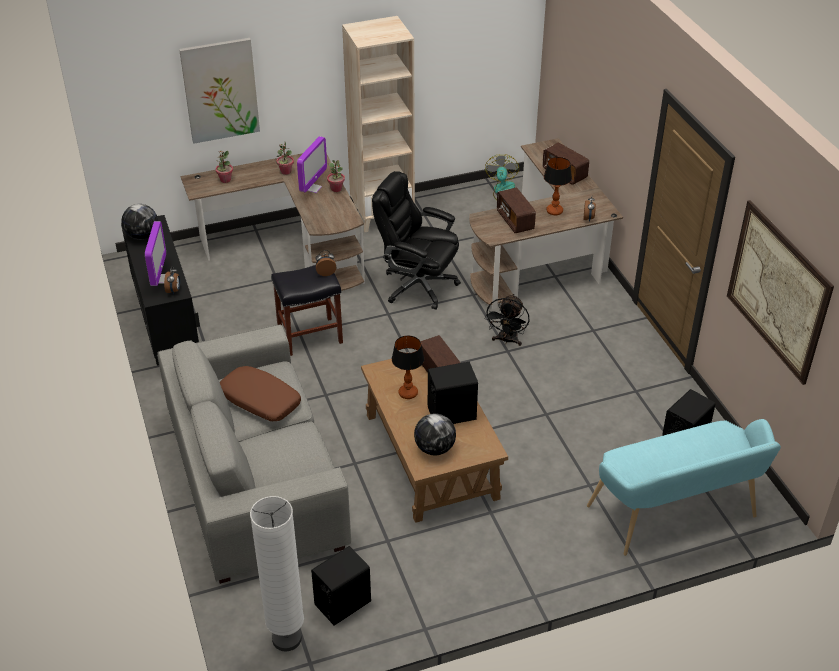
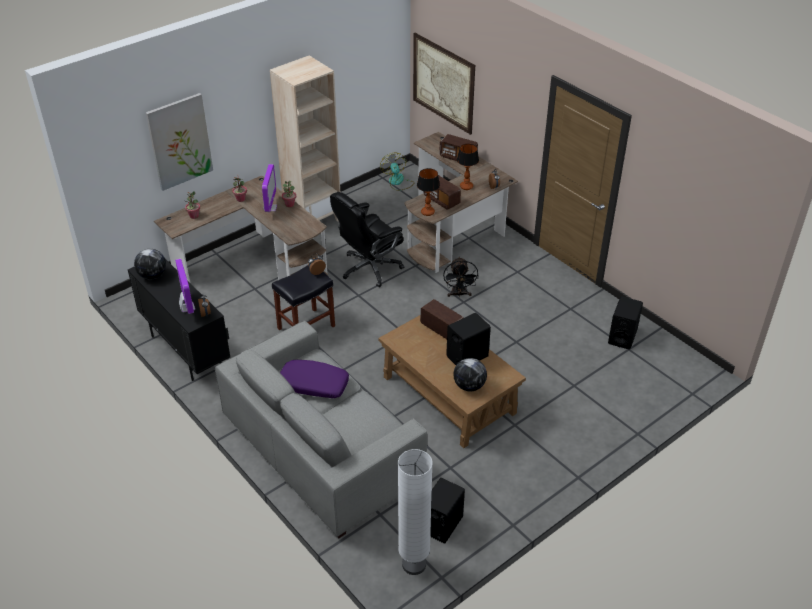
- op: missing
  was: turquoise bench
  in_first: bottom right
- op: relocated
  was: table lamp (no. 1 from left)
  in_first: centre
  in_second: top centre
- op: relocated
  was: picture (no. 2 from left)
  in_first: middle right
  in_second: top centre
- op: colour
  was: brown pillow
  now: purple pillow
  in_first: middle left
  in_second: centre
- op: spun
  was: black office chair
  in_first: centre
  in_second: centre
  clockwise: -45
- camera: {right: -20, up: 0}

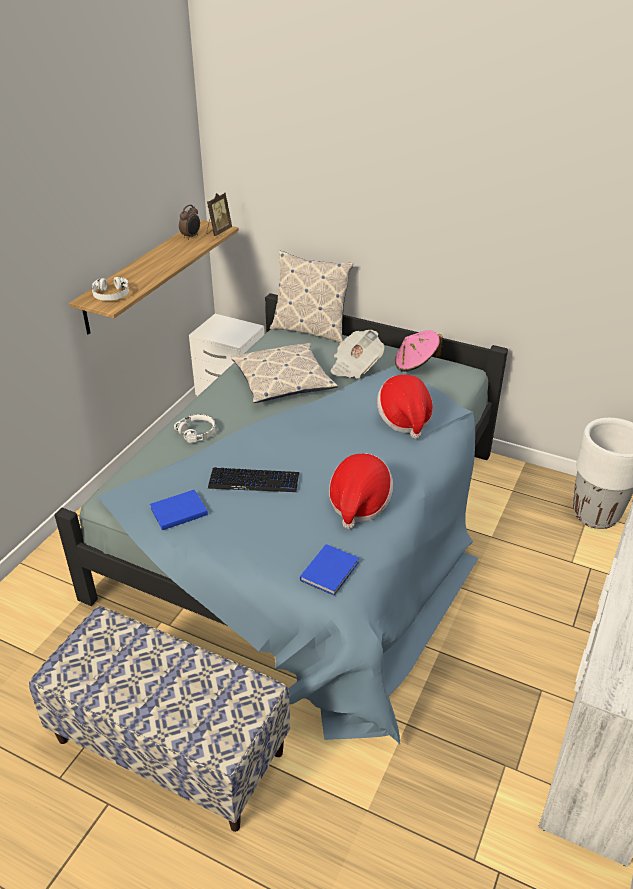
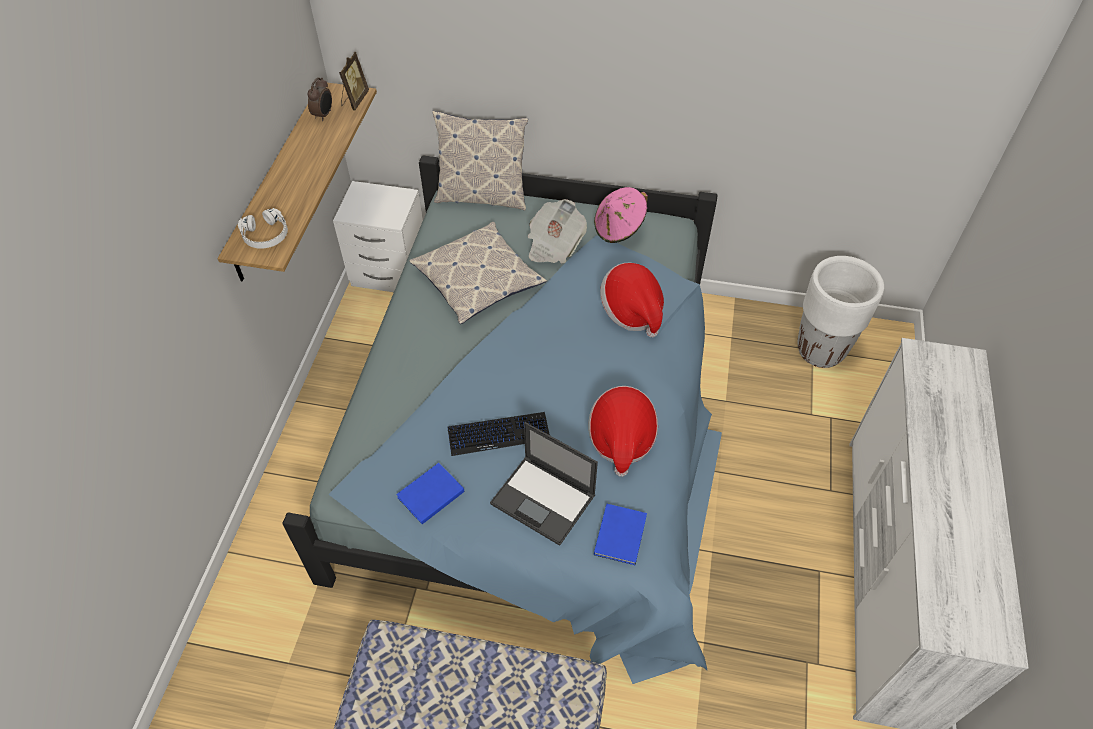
- op: missing
  was: white headphones (no. 2 from left)
  in_first: middle left
- op: appeared
  now: laptop
  in_second: centre
- camera: {right: -15, up: 15}

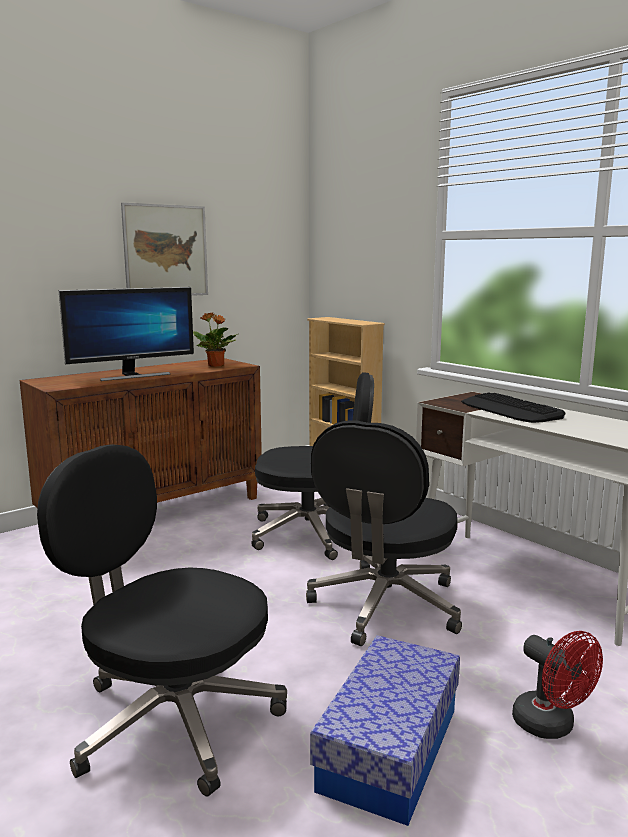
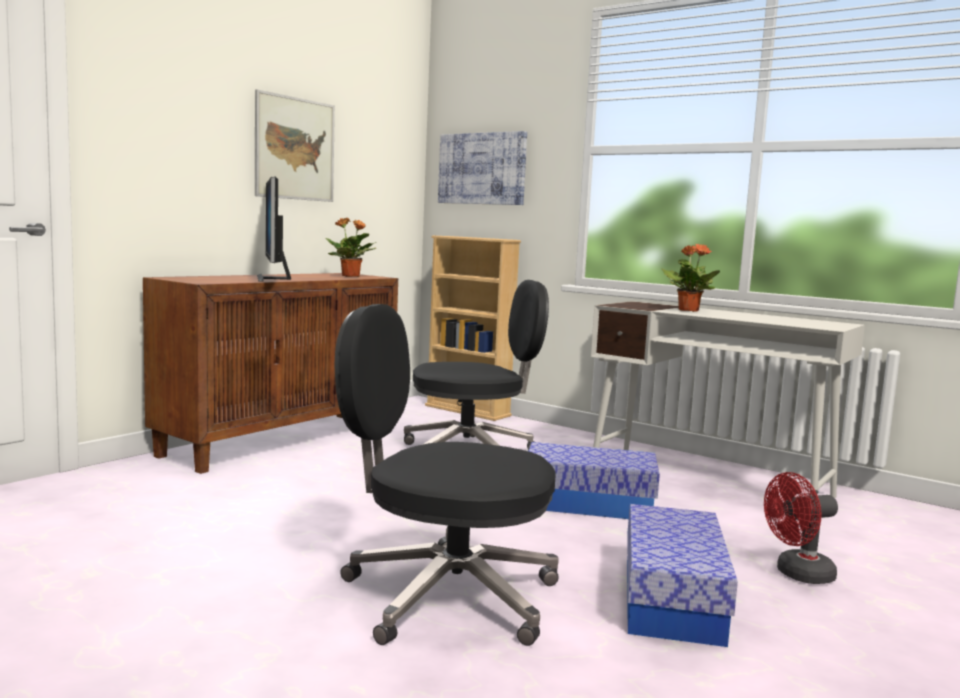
- op: appeared
  now: picture (no. 2 from left)
  in_second: top centre
- op: exchanged
  was: black office chair (no. 3 from left)
  now: storage box (no. 1 from left)
  in_first: centre
  in_second: bottom centre
- op: exchanged
  was: keyboard
  now: potted plant (no. 2 from left)
  in_first: middle right
  in_second: middle right
- op: spun
  was: monitor
  in_first: middle left
  in_second: top left
  clockwise: 120
- op: spun
  was: red fan
  in_first: bottom right
  in_second: bottom right
  clockwise: 120
- camera: {right: -15, up: -5}

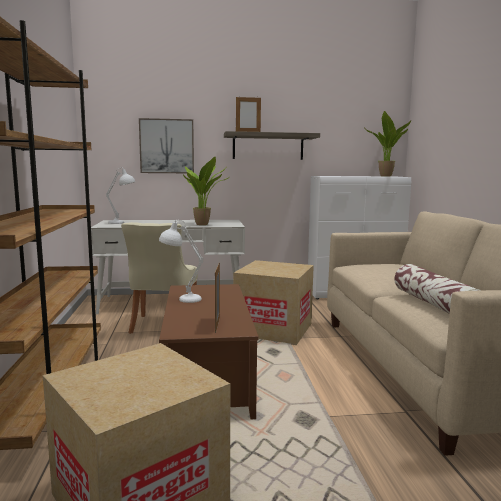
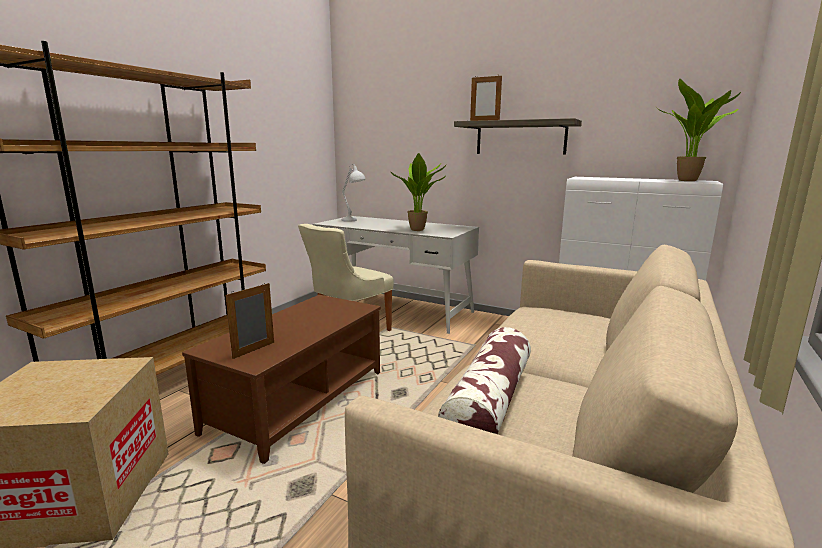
- op: missing
  was: picture
  in_first: top left
- op: missing
  was: white table lamp (no. 2 from left)
  in_first: centre
- op: missing
  was: cardboard box (no. 2 from left)
  in_first: centre
- camera: {right: 35, up: 5}

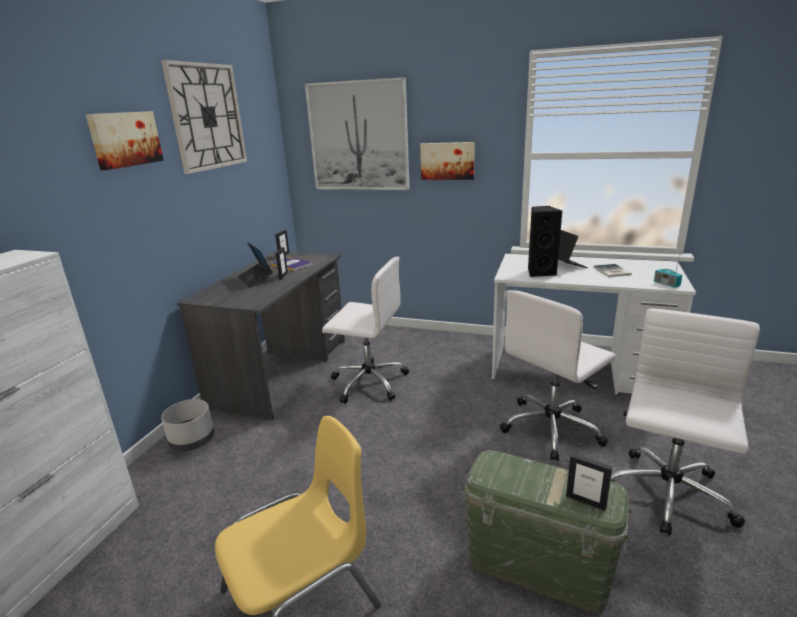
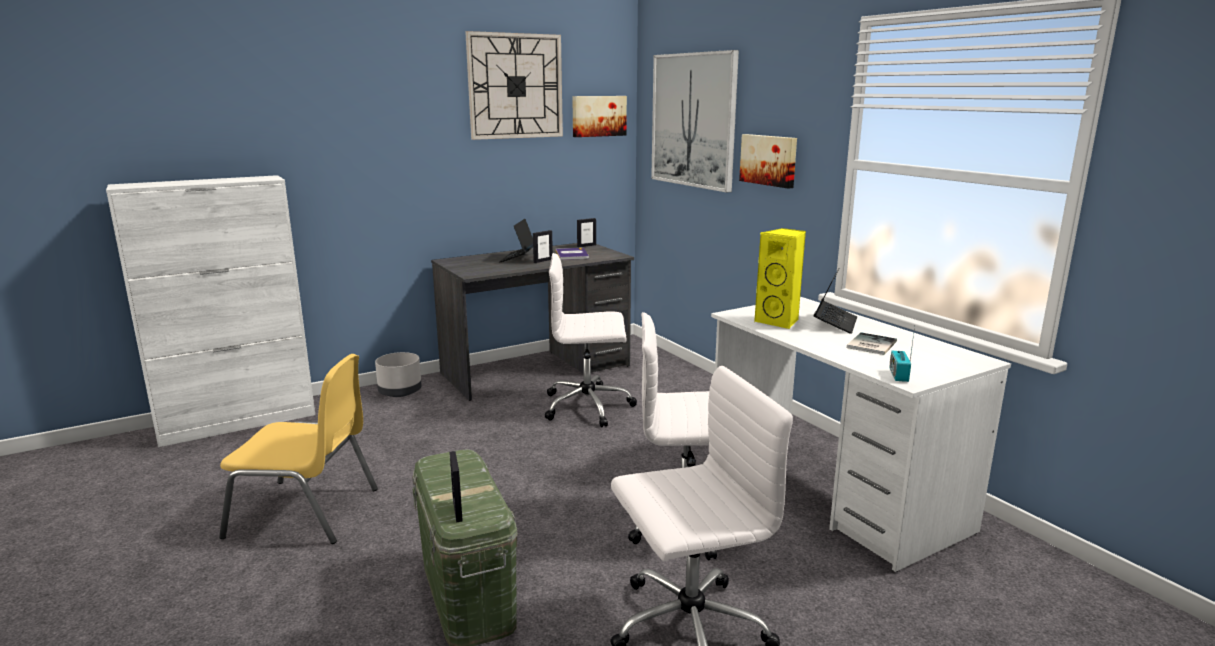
- op: relocated
  was: picture (no. 1 from left)
  in_first: top left
  in_second: top centre
- op: colour
  was: black speaker
  now: yellow speaker
  in_first: middle right
  in_second: centre
- op: spun
  was: white office chair (no. 1 from left)
  in_first: centre
  in_second: centre
  clockwise: 120
- camera: {right: 40, up: -5}

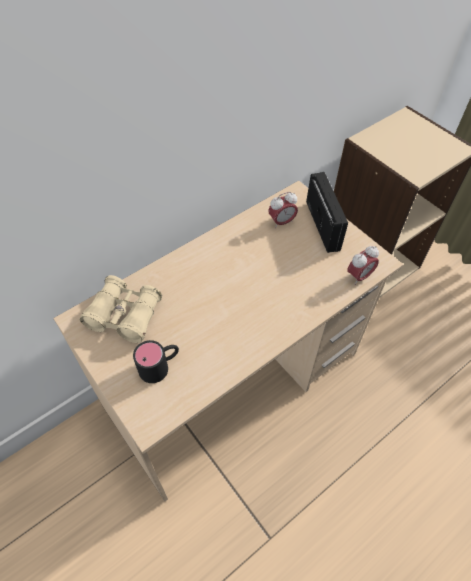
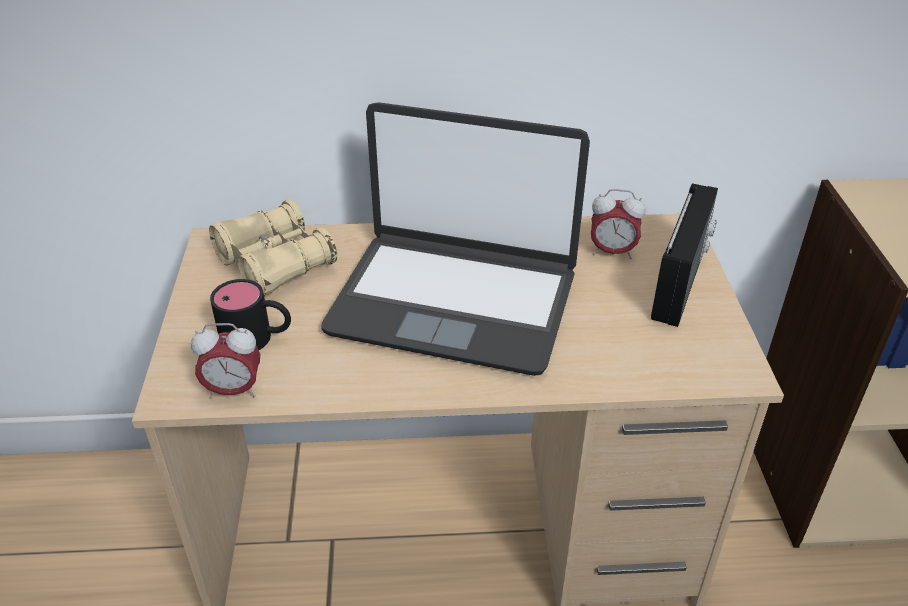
- op: appeared
  now: laptop
  in_second: centre
- op: relocated
  was: alarm clock (no. 2 from left in the first image)
  now: alarm clock (no. 1 from left)
  in_first: middle right
  in_second: middle left
- camera: {right: 35, up: -15}

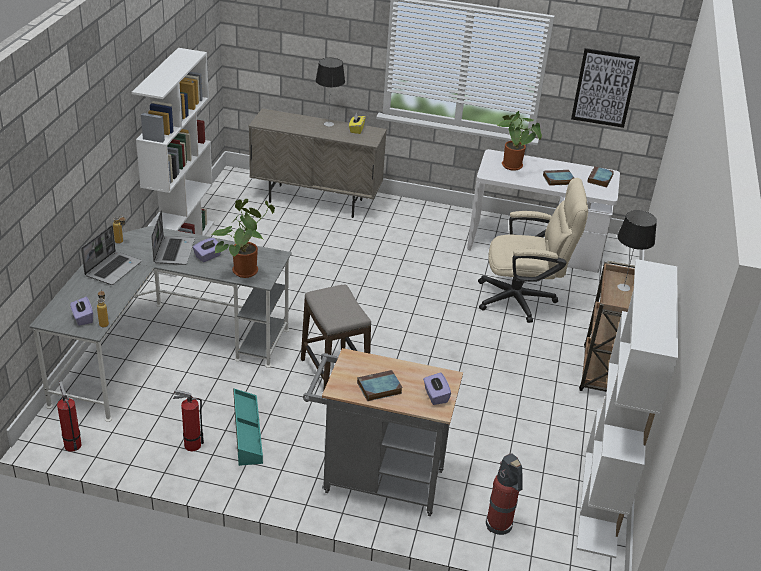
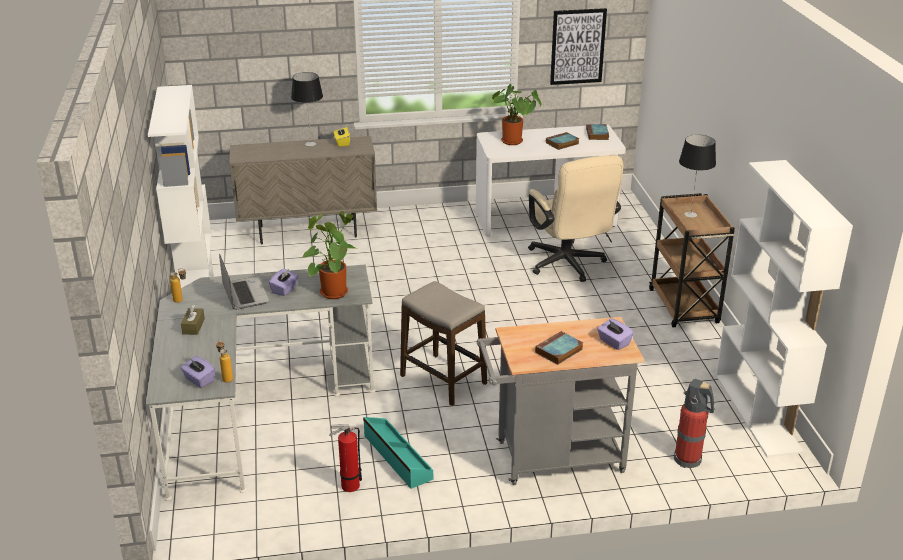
- op: missing
  was: fire extinguisher (no. 1 from left)
  in_first: bottom left
- op: exchanged
  was: laptop (no. 1 from left)
  now: brown tissue box
  in_first: middle left
  in_second: middle left
- op: spun
  was: beige office chair
  in_first: middle right
  in_second: centre
  clockwise: 90
- camera: {right: -20, up: -5}

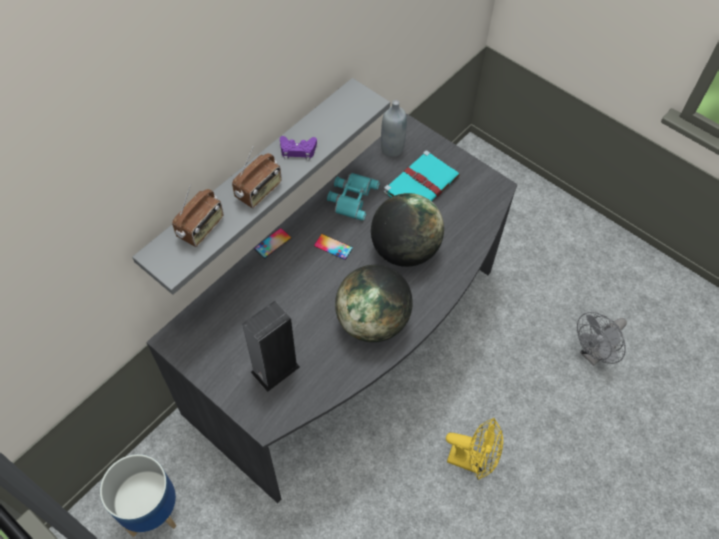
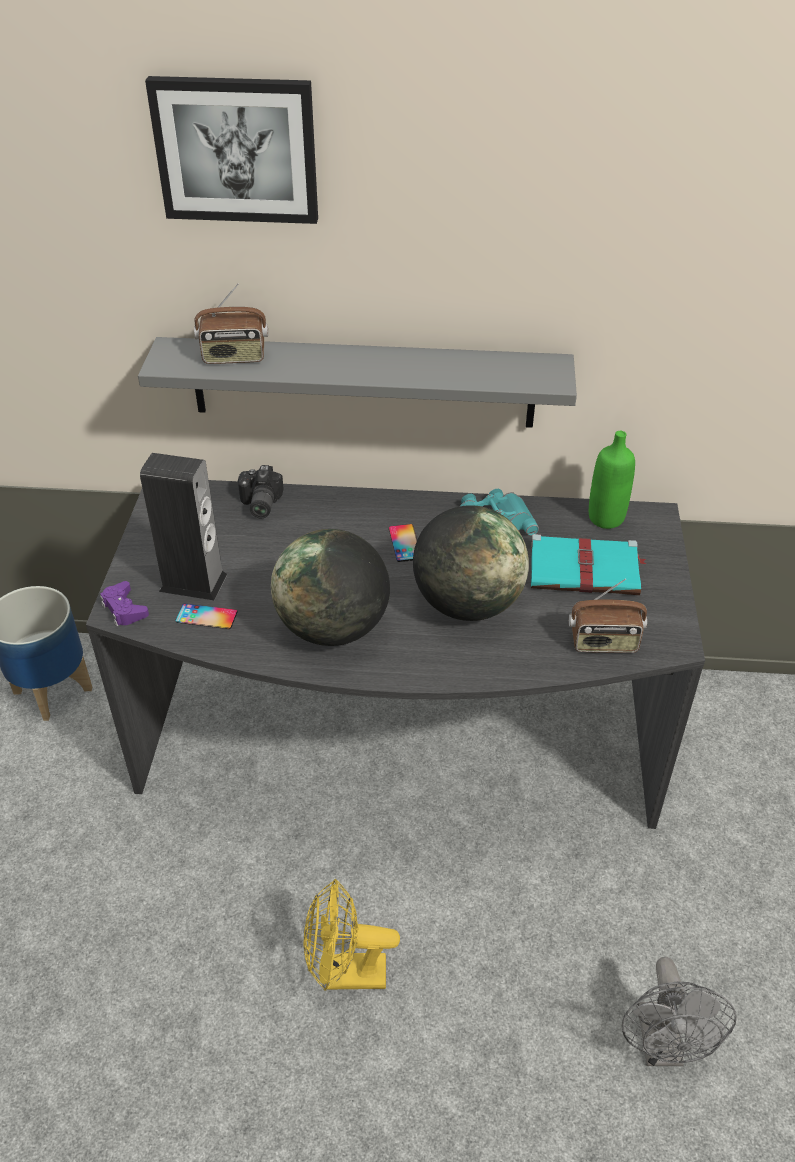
- op: appeared
  now: picture
  in_second: top left
- op: appeared
  now: photo camera
  in_second: middle left
- op: relocated
  was: radio (no. 2 from left)
  in_first: top centre
  in_second: middle right
- op: relocated
  was: phone (no. 1 from left)
  in_first: centre
  in_second: middle left
- op: relocated
  was: purple game controller
  in_first: top centre
  in_second: middle left
- op: colour
  was: grey bottle
  now: green bottle
  in_first: top centre
  in_second: middle right
- op: spun
  was: yellow fan
  in_first: bottom centre
  in_second: bottom centre
  clockwise: 105
- op: spun
  was: grey fan
  in_first: middle right
  in_second: bottom right
  clockwise: -105
- camera: {right: 55, up: -15}

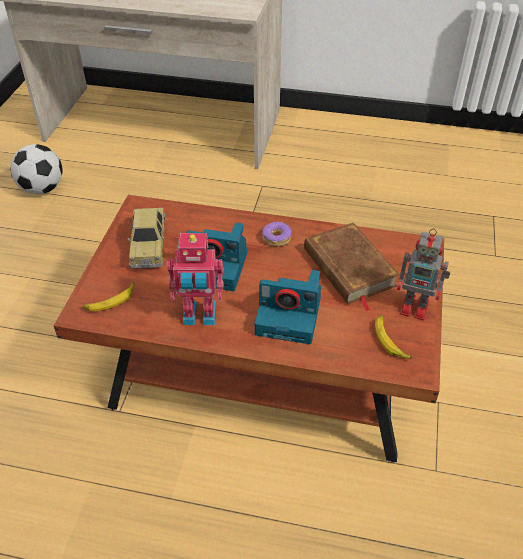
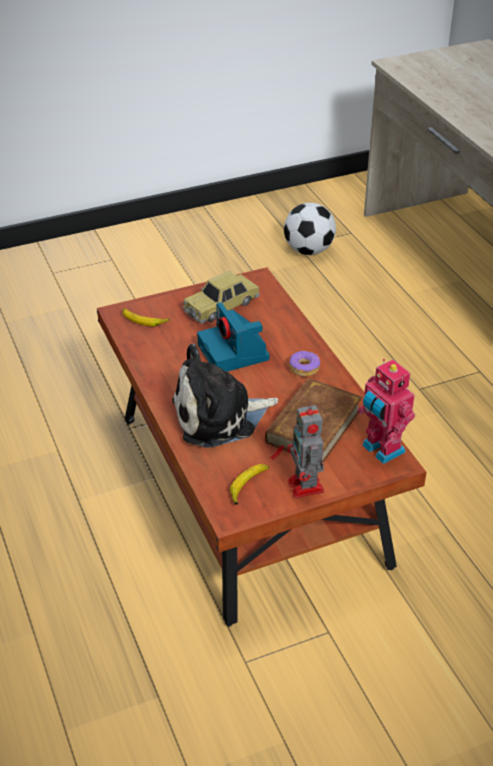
- op: relocated
  was: toy robot (no. 1 from left in the first image)
  now: toy robot (no. 2 from left)
  in_first: centre
  in_second: middle right
- op: exchanged
  was: photo camera (no. 2 from left)
  now: plush toy
  in_first: centre
  in_second: centre
- camera: {right: 55, up: -5}

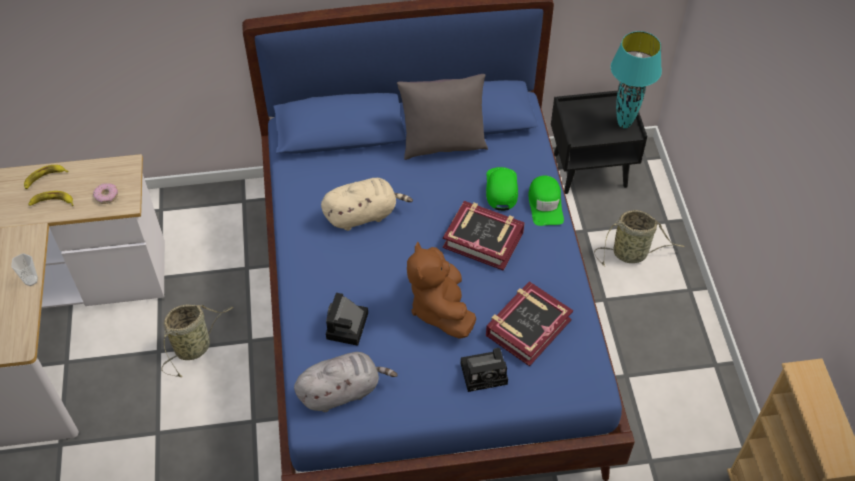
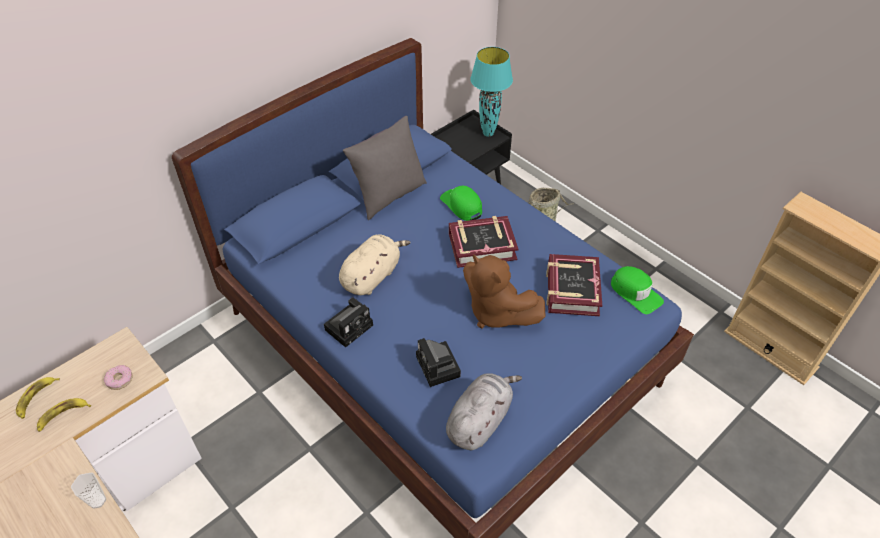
- op: missing
  was: basket (no. 1 from left)
  in_first: bottom left
- op: relocated
  was: photo camera (no. 2 from left in the first image)
  now: photo camera (no. 1 from left)
  in_first: bottom centre
  in_second: centre
- op: relocated
  was: green cap (no. 2 from left)
  in_first: centre
  in_second: middle right
- camera: {right: -35, up: -5}

